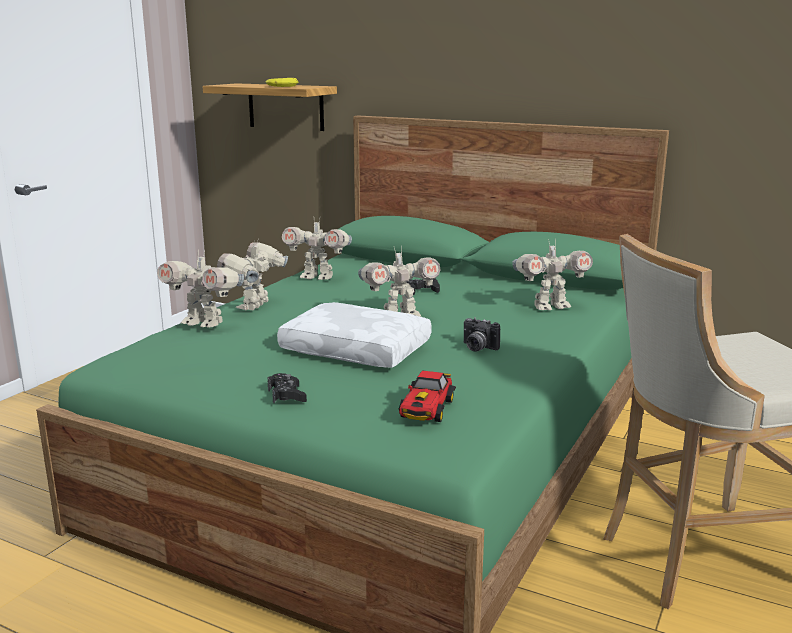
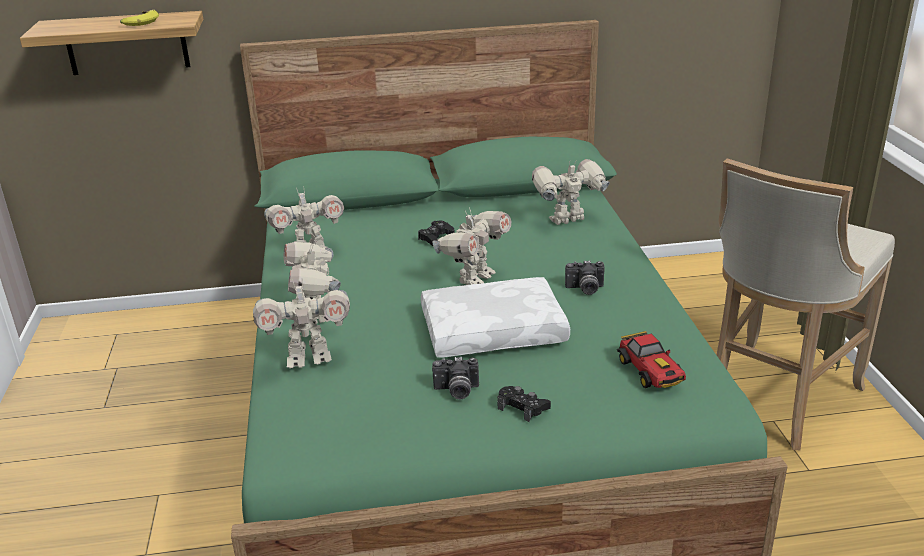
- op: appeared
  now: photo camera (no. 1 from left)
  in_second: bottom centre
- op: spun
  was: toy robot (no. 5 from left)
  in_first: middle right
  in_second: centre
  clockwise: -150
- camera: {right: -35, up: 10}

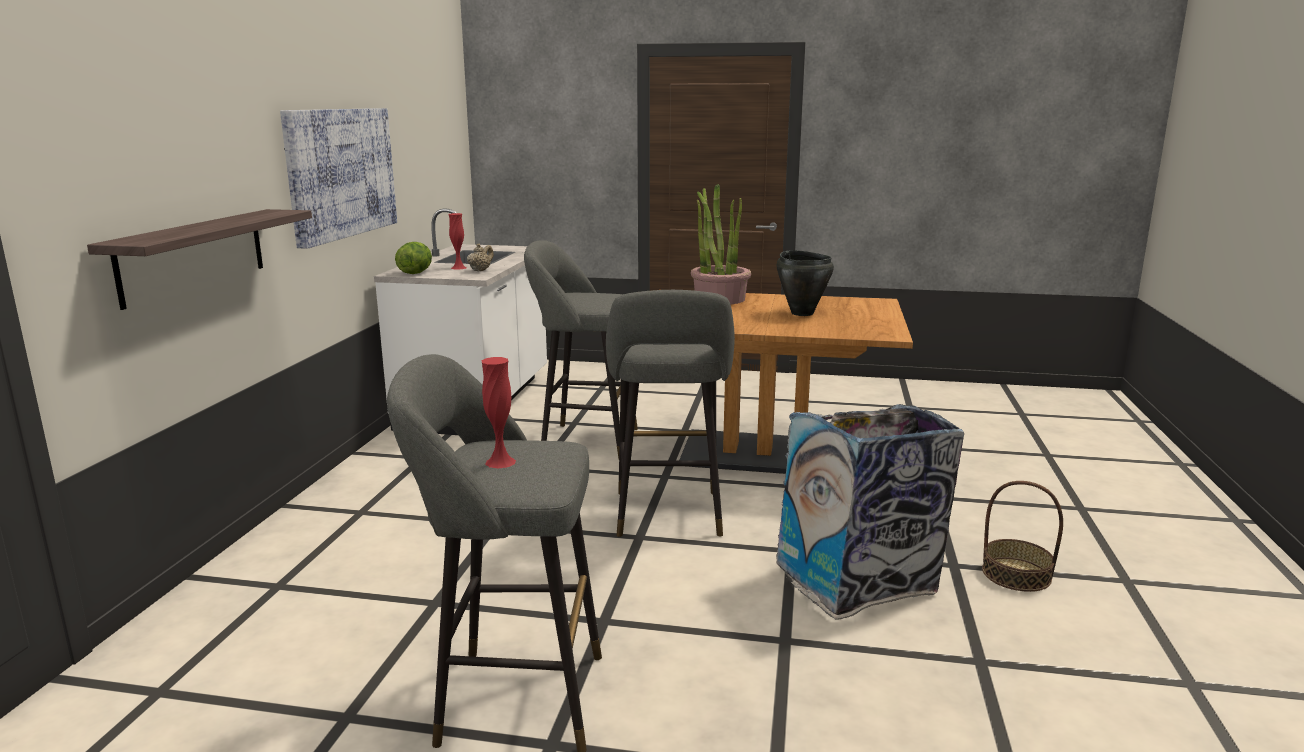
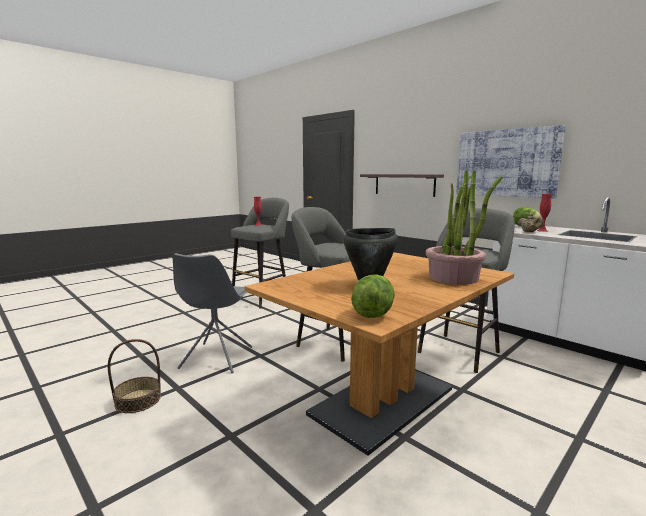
- op: appeared
  now: lettuce (no. 1 from left)
  in_second: centre
- op: exchanged
  was: trash can
  now: grey chair
  in_first: bottom right
  in_second: middle left
- camera: {right: 125, up: -5}

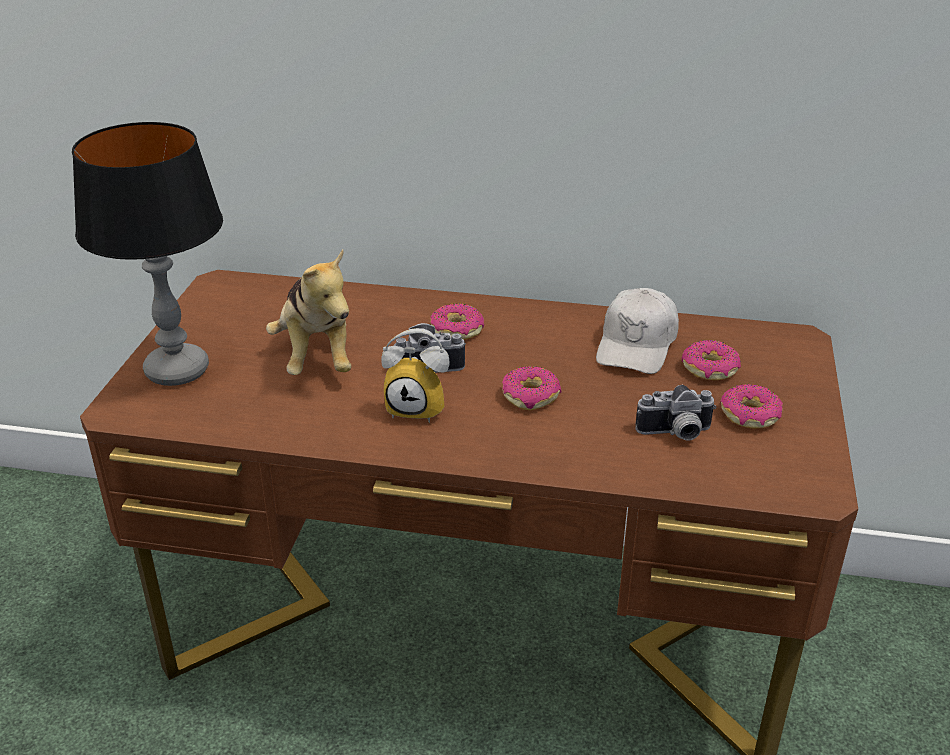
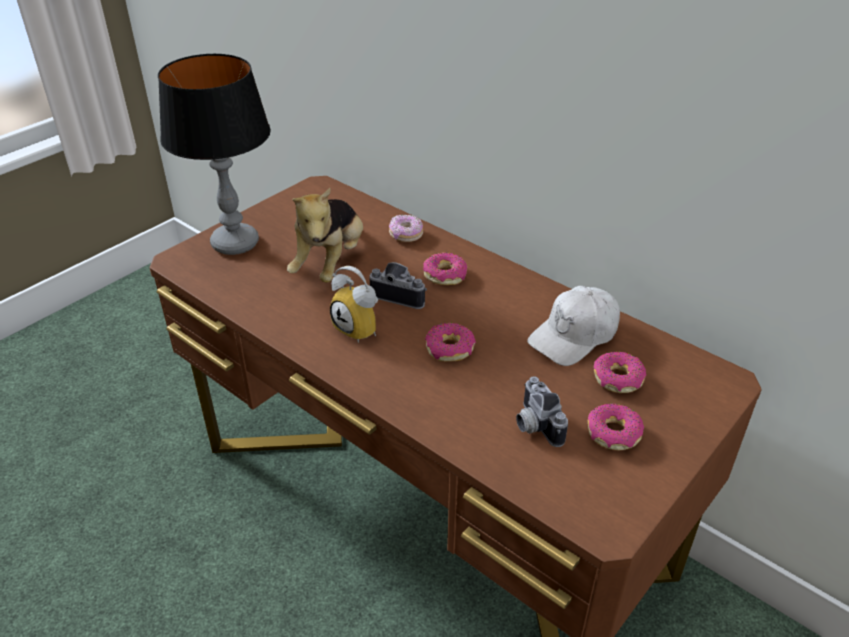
- op: appeared
  now: donut (no. 1 from left)
  in_second: centre
- op: spun
  was: photo camera (no. 2 from left)
  in_first: middle right
  in_second: centre
  clockwise: 45
- camera: {right: 30, up: 5}

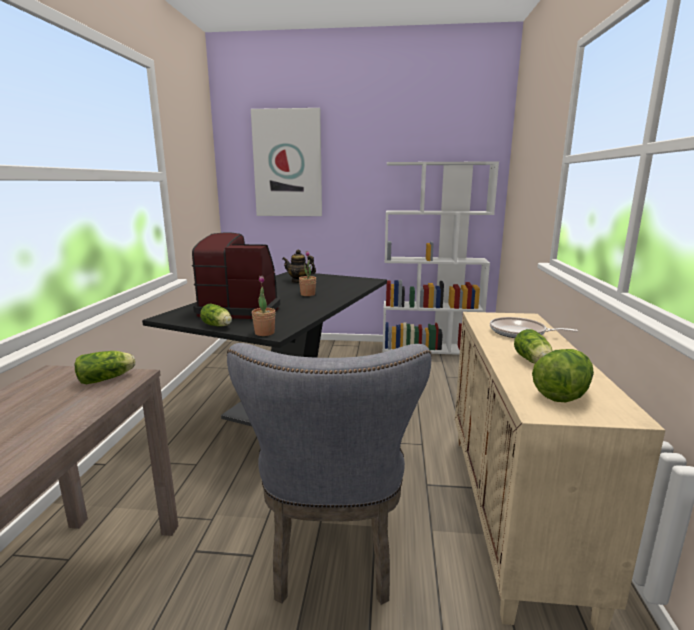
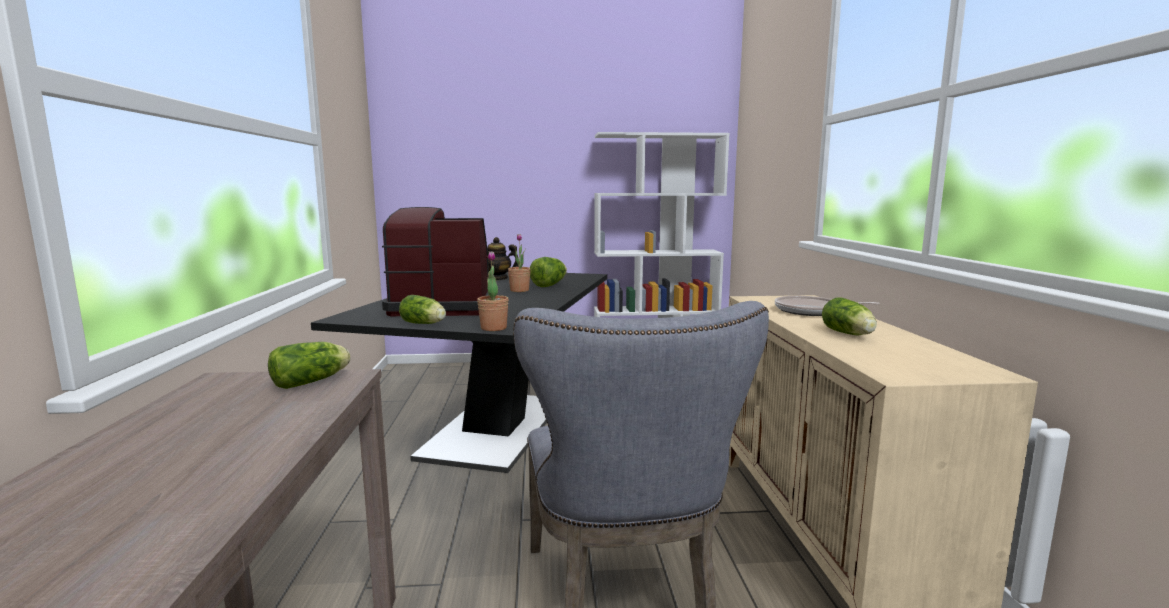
- op: missing
  was: picture
  in_first: top centre
- op: relocated
  was: lettuce (no. 4 from left in the first image)
  now: lettuce (no. 3 from left)
  in_first: middle right
  in_second: centre
- camera: {right: -10, up: -5}

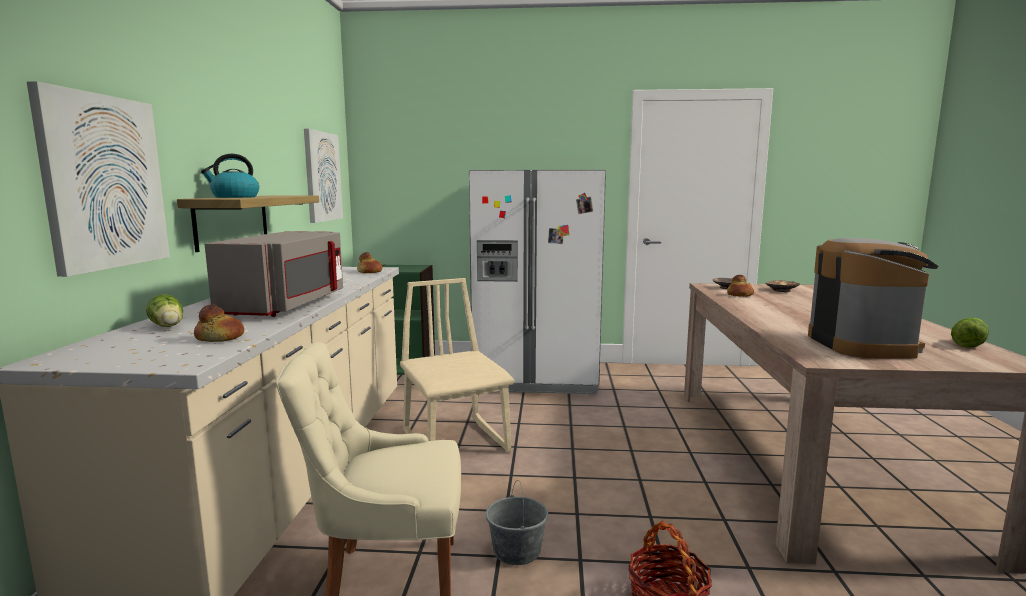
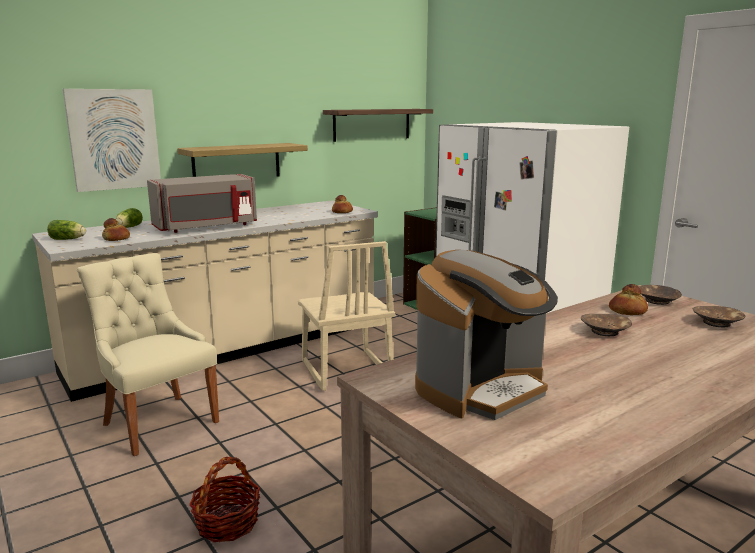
- op: missing
  was: kettle
  in_first: top left
- op: missing
  was: grey bucket
  in_first: bottom centre
- op: appeared
  now: brown bowl (no. 1 from left)
  in_second: middle right
- op: relocated
  was: lettuce (no. 2 from left in the first image)
  now: lettuce (no. 1 from left)
  in_first: middle right
  in_second: middle left
- op: exchanged
  was: picture (no. 2 from left)
  now: shelf (no. 2 from left)
  in_first: top left
  in_second: top centre
- op: spun
  was: beige chair (no. 2 from left)
  in_first: centre
  in_second: centre
  clockwise: 135
- camera: {right: 50, up: 5}

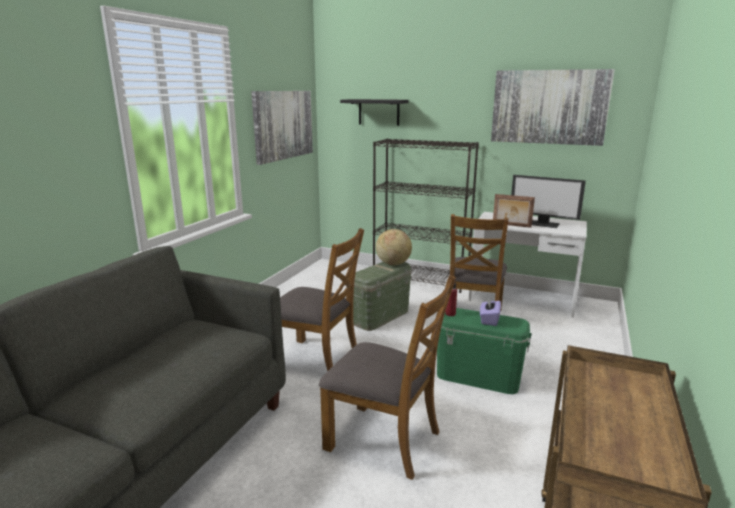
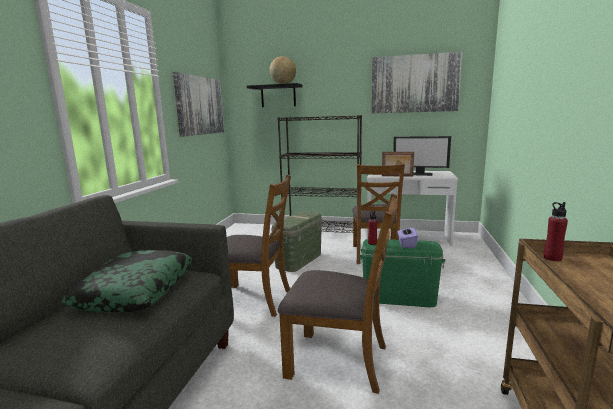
- op: appeared
  now: pillow
  in_second: bottom left
- op: appeared
  now: red bottle (no. 2 from left)
  in_second: middle right
- op: relocated
  was: globe
  in_first: centre
  in_second: top centre
- camera: {right: -10, up: -5}

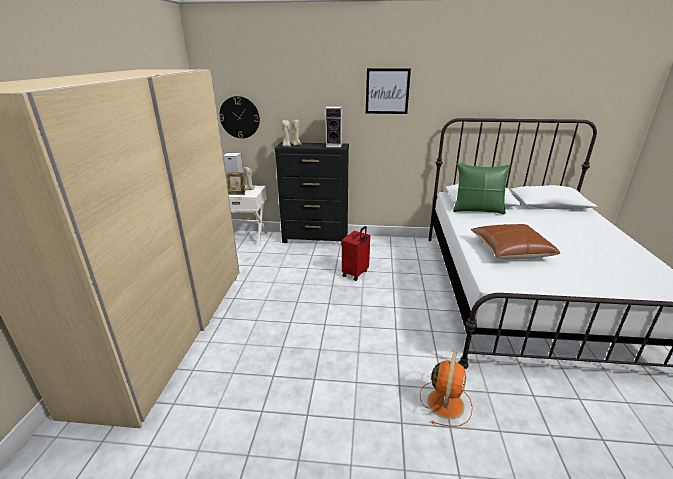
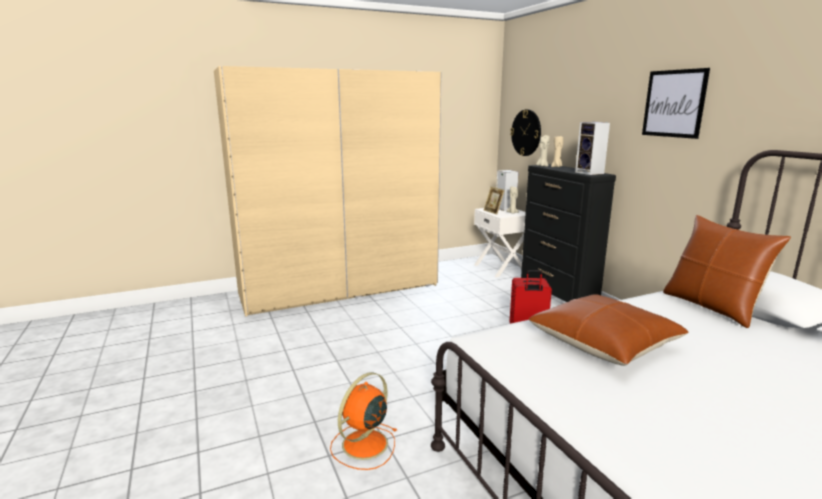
- op: colour
  was: green pillow
  now: brown pillow (no. 2 from left)
  in_first: middle right
  in_second: middle right
- op: spun
  was: orange fan
  in_first: bottom centre
  in_second: bottom centre
  clockwise: 135
- camera: {right: 60, up: -10}

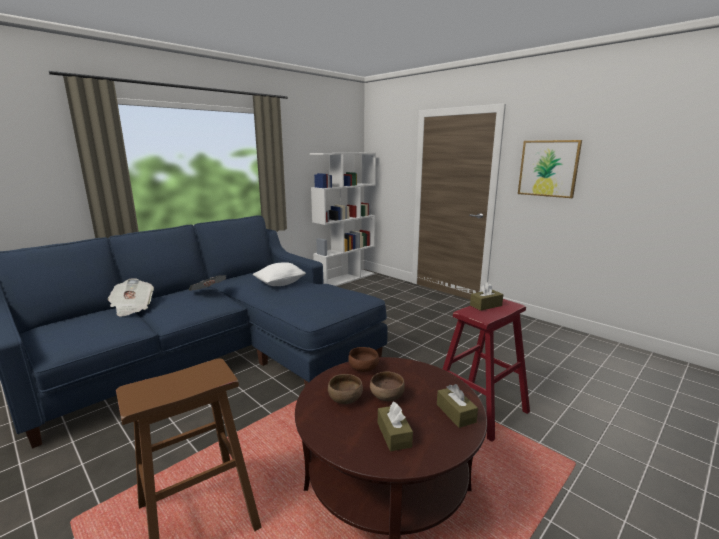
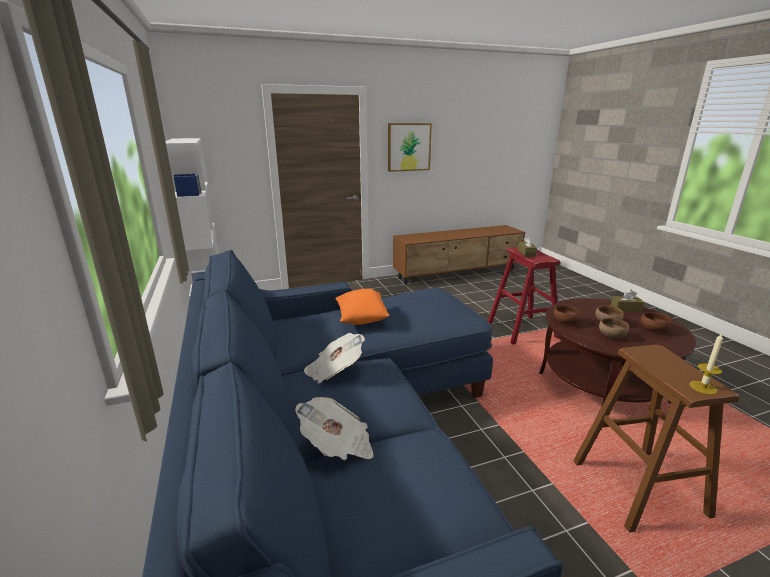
- op: appeared
  now: brown tv stand
  in_second: centre
- op: appeared
  now: candle
  in_second: middle right
- op: exchanged
  was: brown tissue box (no. 1 from left)
  now: brown bowl (no. 4 from left)
  in_first: bottom centre
  in_second: middle right
- op: colour
  was: white pillow
  now: orange pillow
  in_first: centre
  in_second: centre
- camera: {right: -65, up: 5}

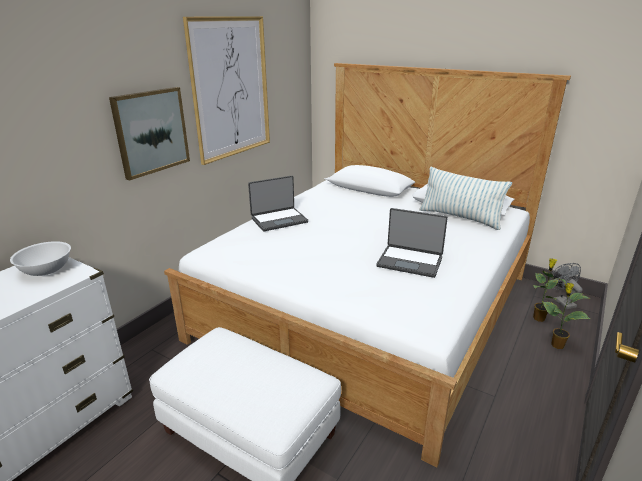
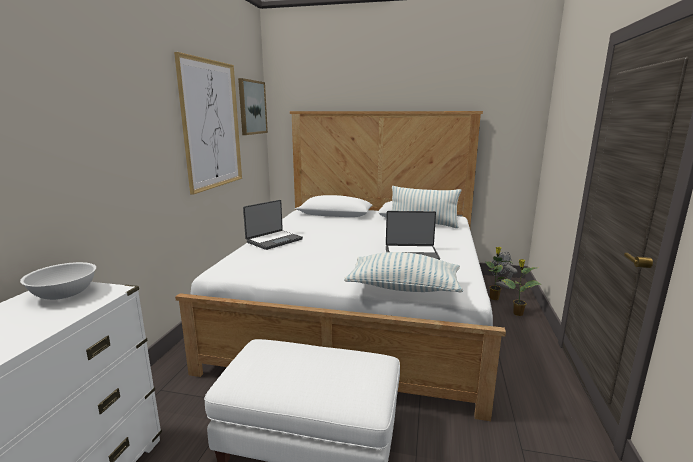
- op: appeared
  now: pillow (no. 1 from left)
  in_second: centre
- op: relocated
  was: picture (no. 1 from left in the first image)
  now: picture (no. 2 from left)
  in_first: top left
  in_second: top centre
- camera: {right: -20, up: -10}

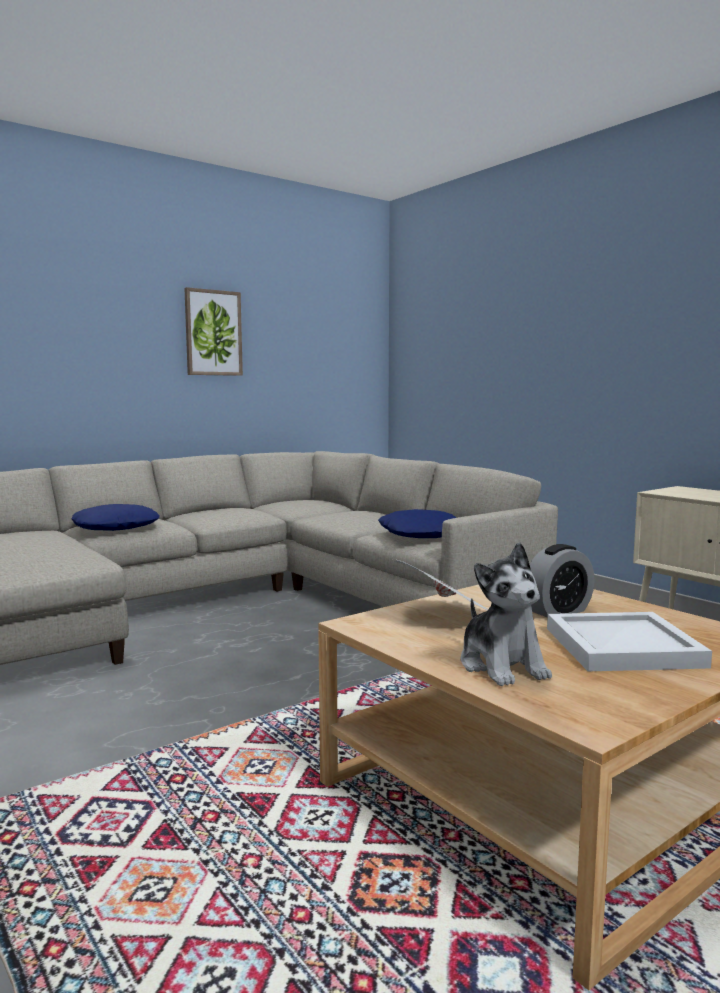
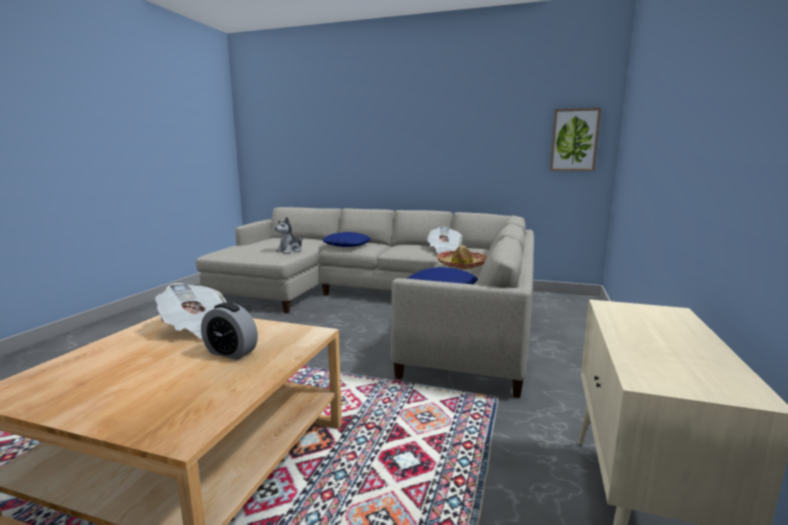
- op: missing
  was: white tray
  in_first: middle right
- op: appeared
  now: newspaper (no. 2 from left)
  in_second: centre
- op: appeared
  now: hat
  in_second: centre
- op: relocated
  was: picture
  in_first: middle left
  in_second: top right
- op: relocated
  was: plush toy
  in_first: middle right
  in_second: centre
- camera: {right: 55, up: 5}

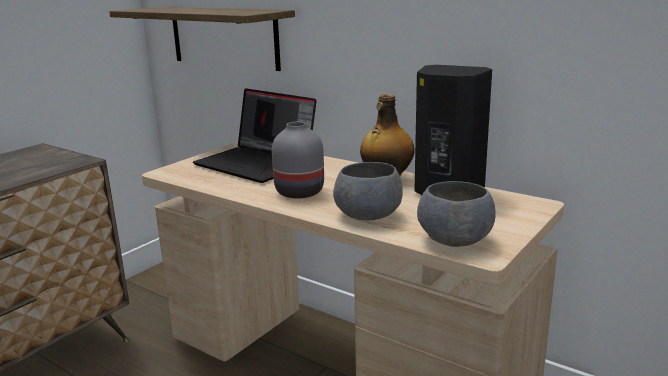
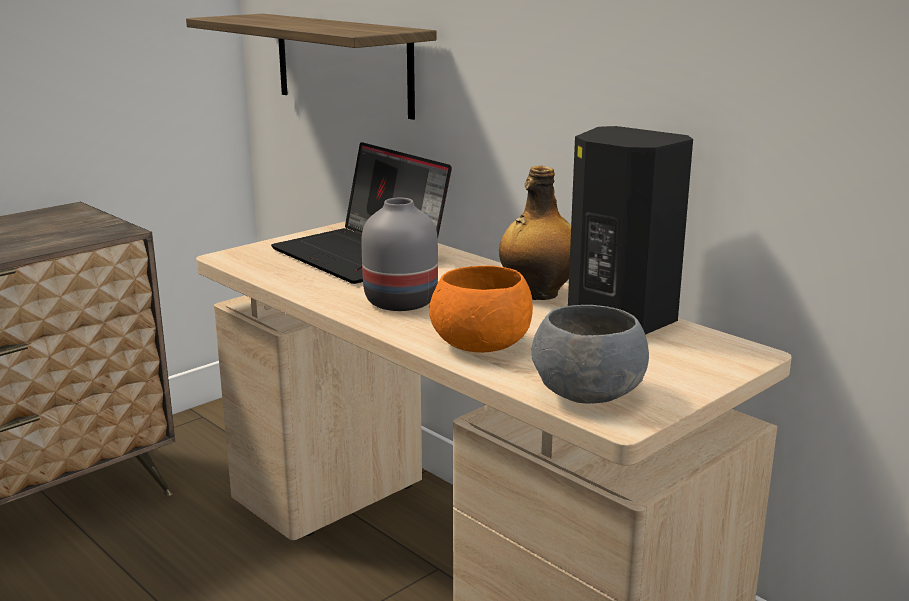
- op: colour
  was: grey bowl (no. 1 from left)
  now: orange bowl
  in_first: centre
  in_second: centre
- camera: {right: 10, up: 0}

